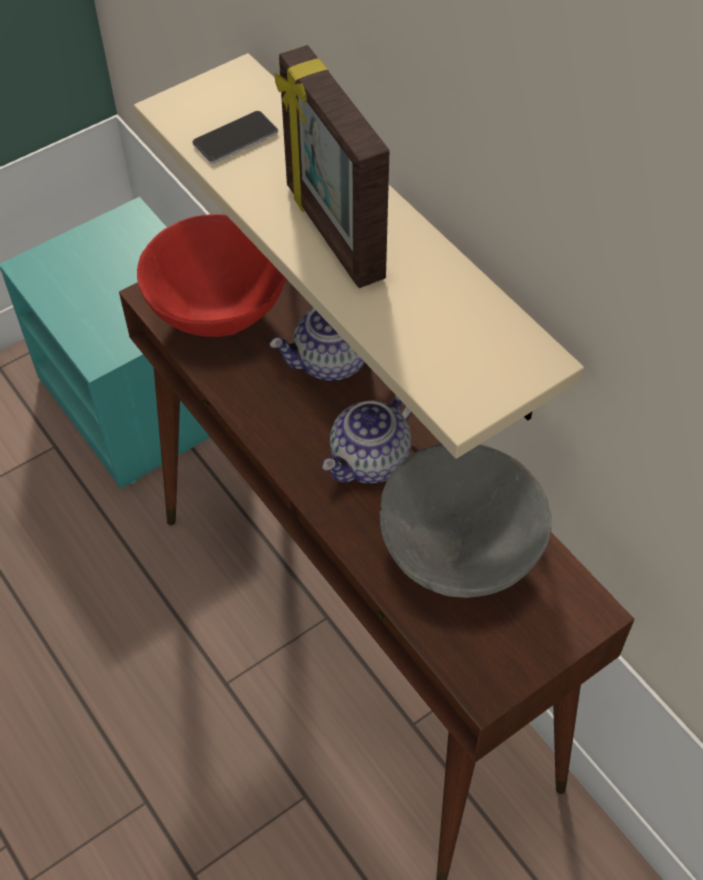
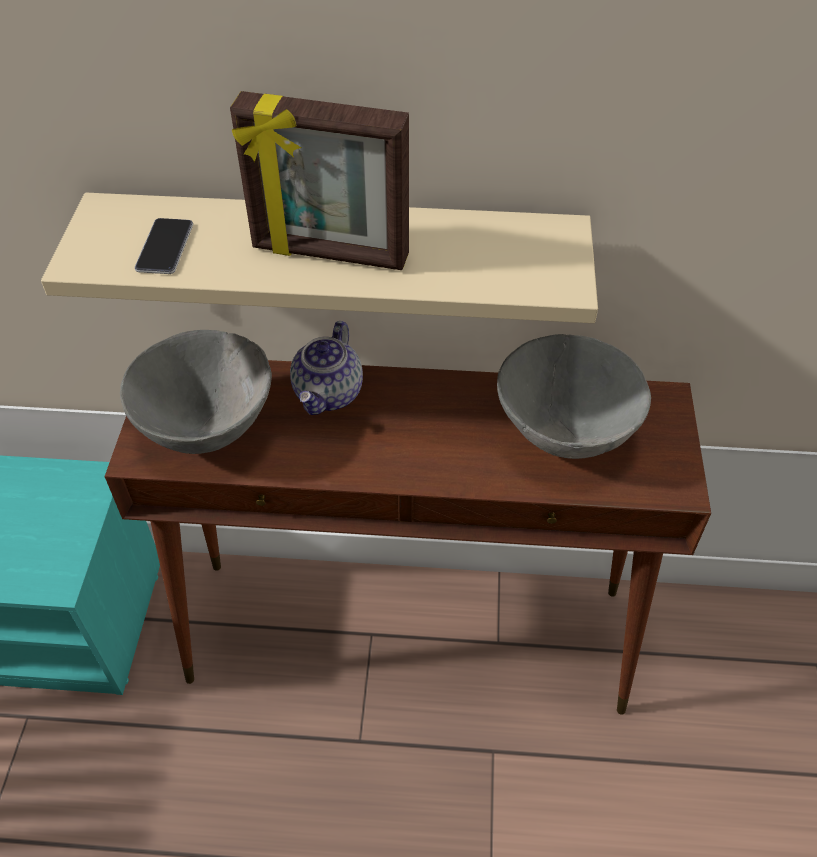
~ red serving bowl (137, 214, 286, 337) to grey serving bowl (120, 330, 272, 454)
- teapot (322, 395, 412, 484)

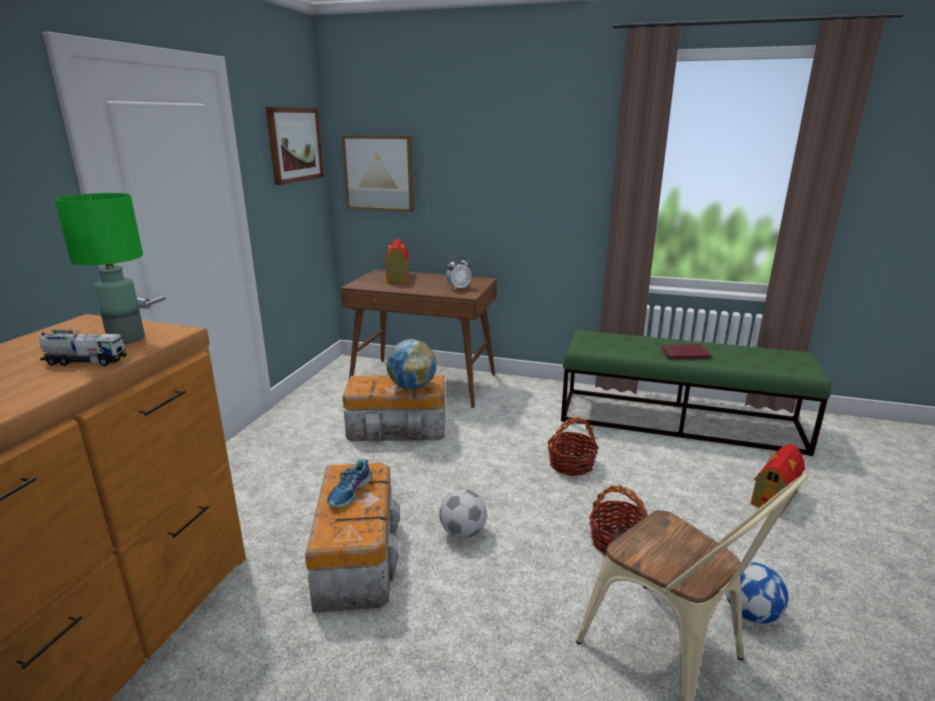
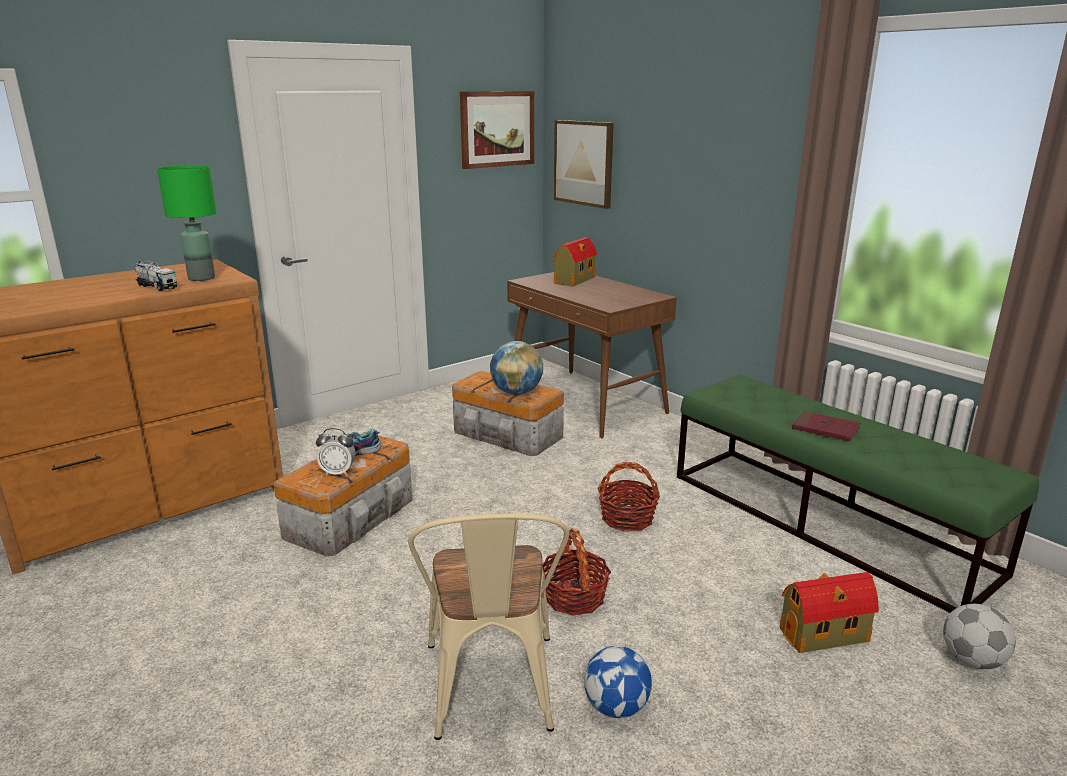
~ table clock (446, 256, 471, 290) to (316, 428, 356, 476)
~ football ball (439, 489, 487, 539) to (943, 604, 1016, 669)

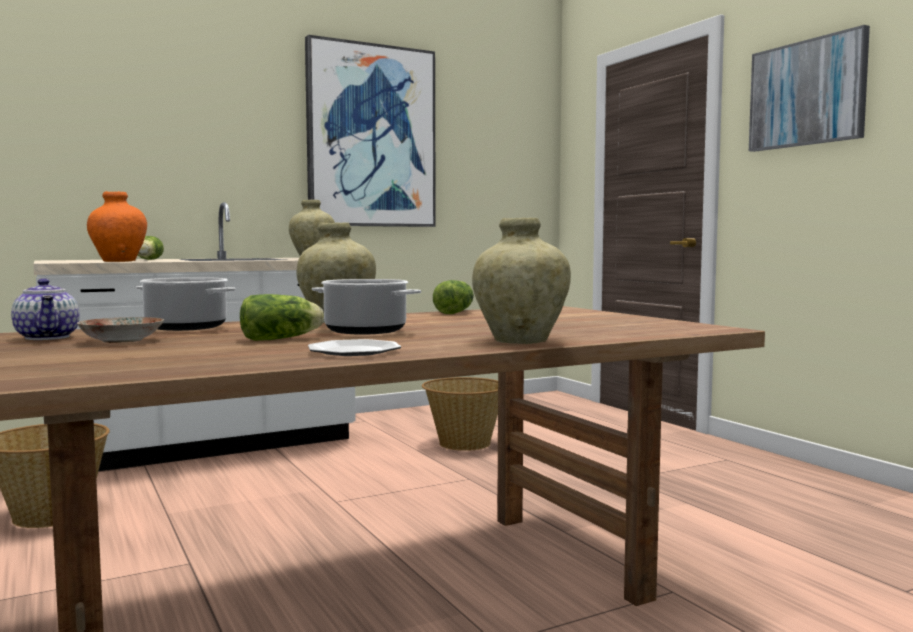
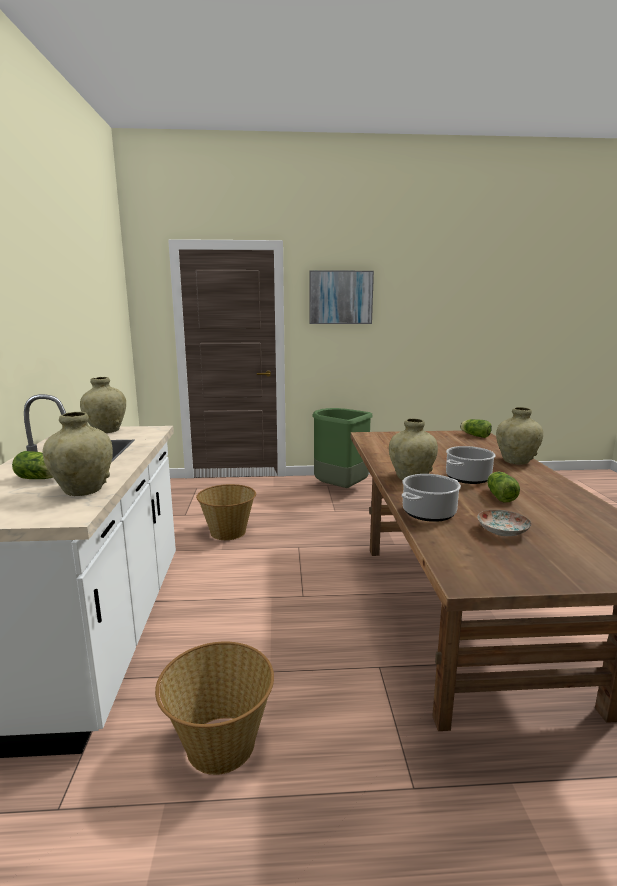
- wall picture (305, 35, 436, 227)
~ orangey vase (87, 191, 147, 262) to beige-coloured vase (43, 412, 113, 496)
- teapot (11, 279, 79, 340)
~ lettuce head (433, 280, 474, 314) to (460, 419, 492, 438)
- dinner plate (308, 339, 401, 356)
+ green-coloured rubbish bin (312, 408, 373, 488)

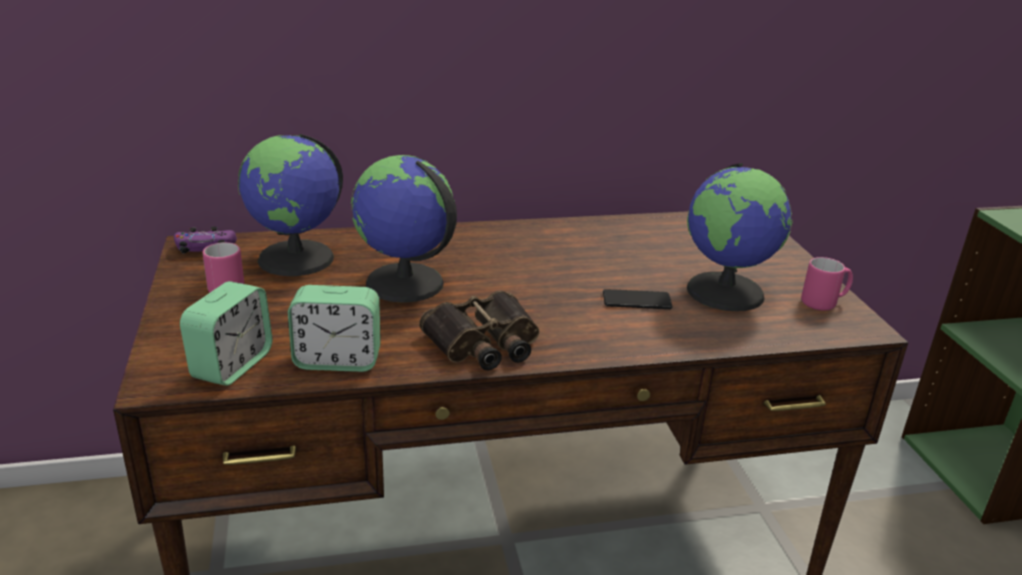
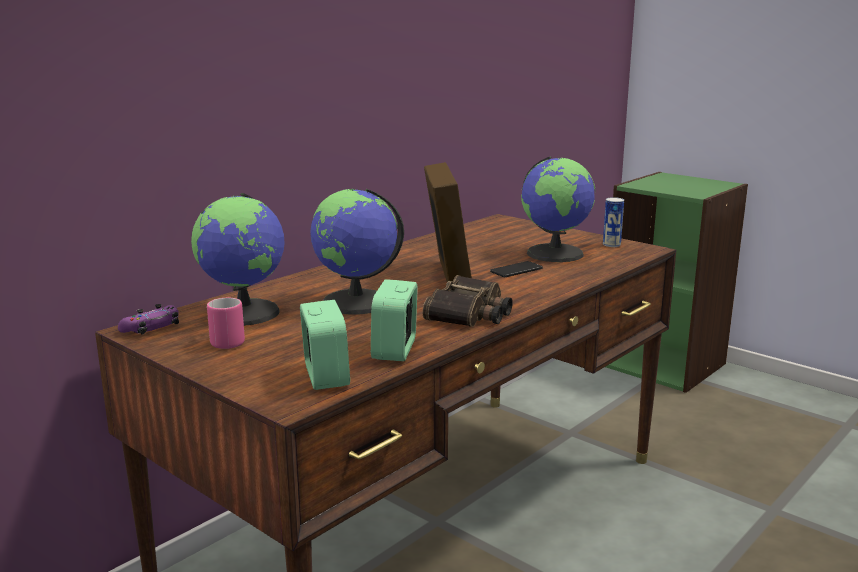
~ pink-coloured tea mug (801, 257, 853, 311) to can (603, 197, 624, 247)
~ table clock (288, 285, 381, 372) = (371, 279, 418, 361) 135 degrees clockwise
+ picture frame (424, 162, 472, 282)

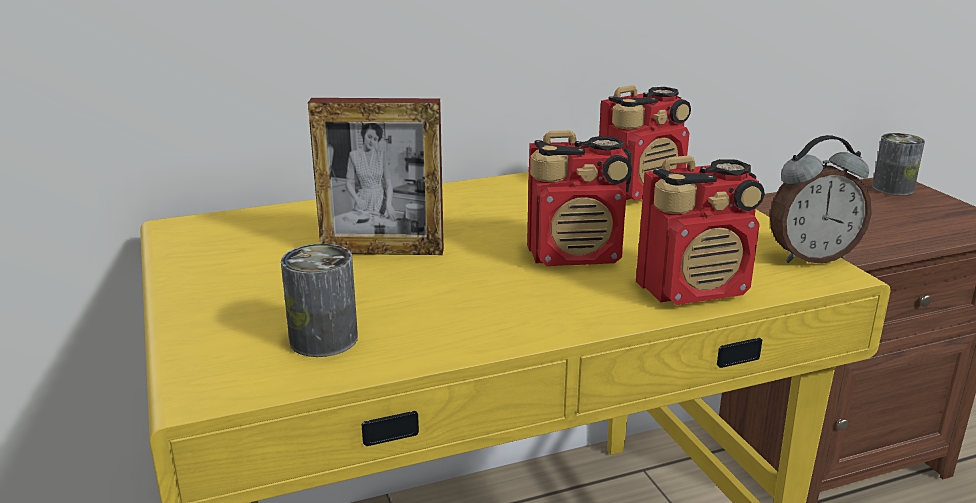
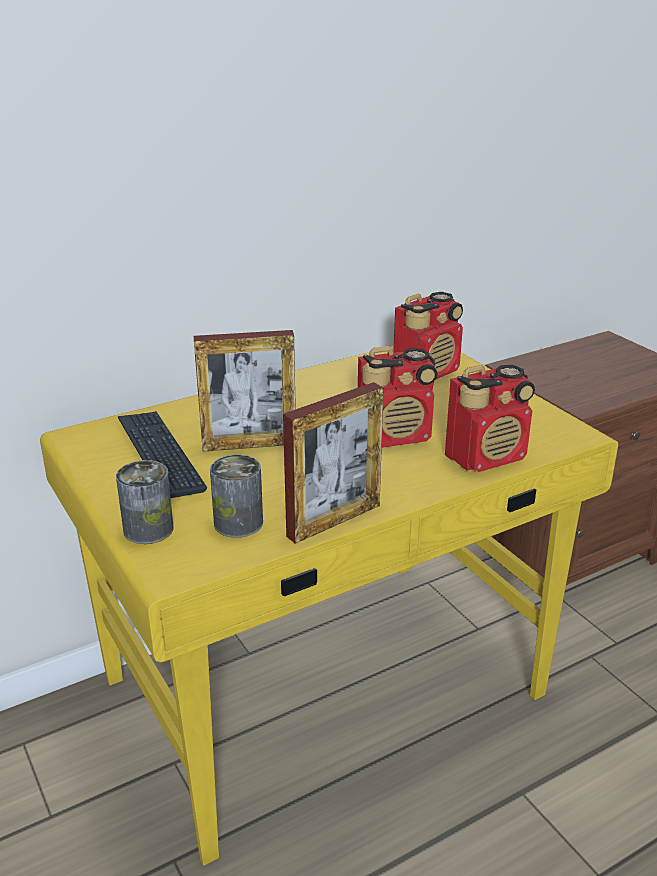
~ can (872, 133, 925, 196) to (116, 460, 174, 544)
- table clock (770, 135, 872, 264)
+ picture frame (283, 382, 384, 544)
+ PC keyboard (118, 411, 207, 498)

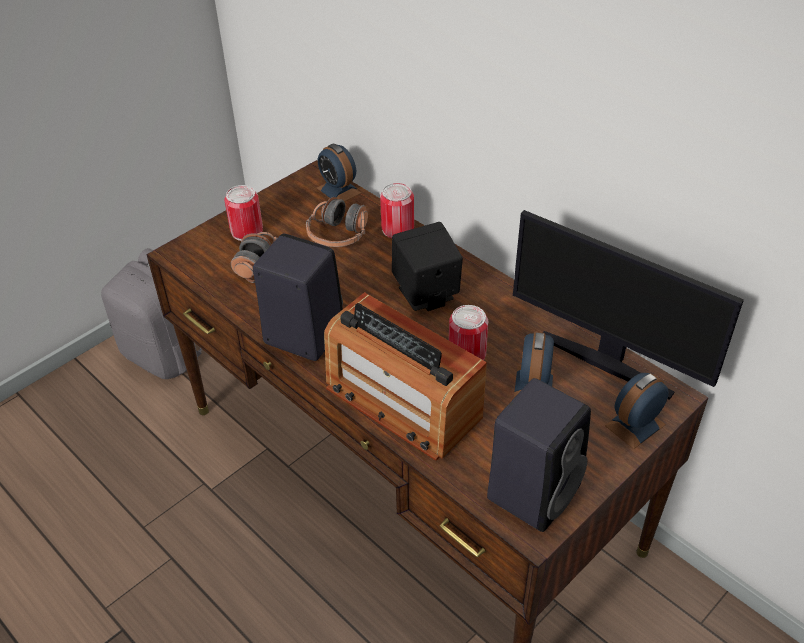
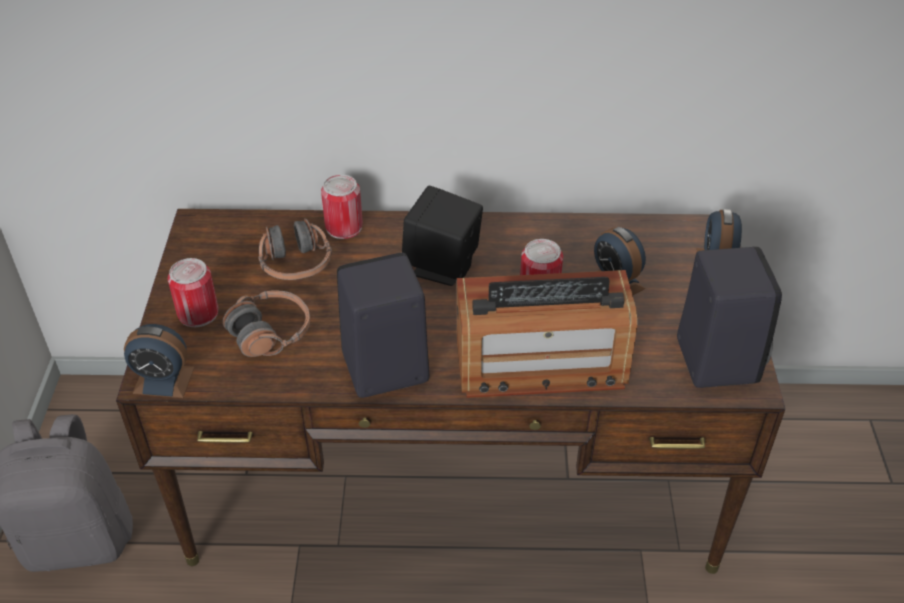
~ table clock (317, 144, 361, 202) to (124, 324, 195, 398)
- computer display (513, 210, 744, 400)

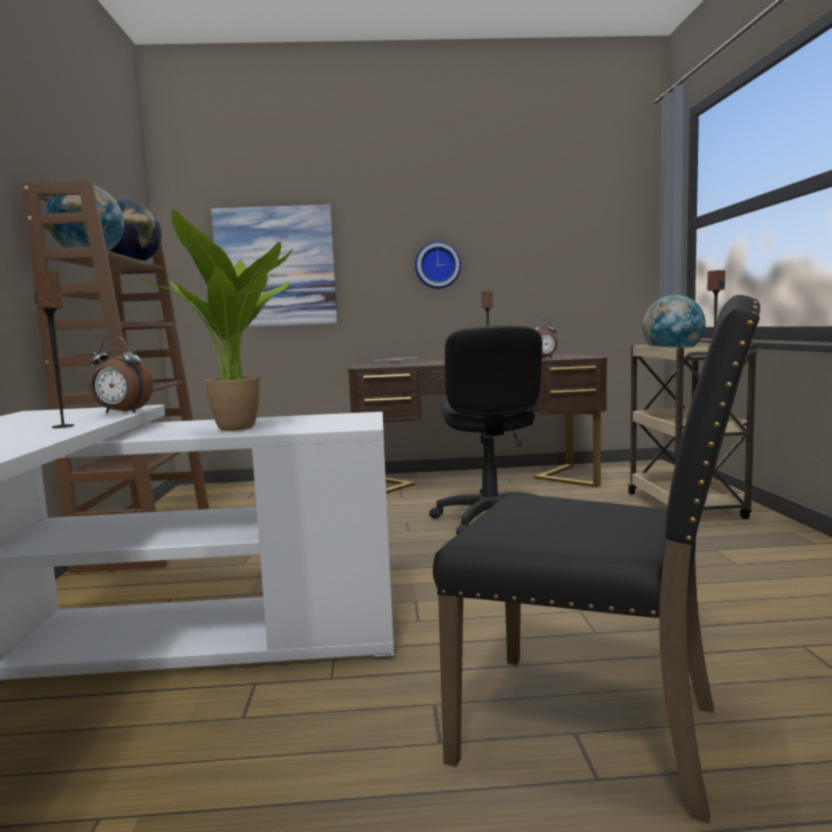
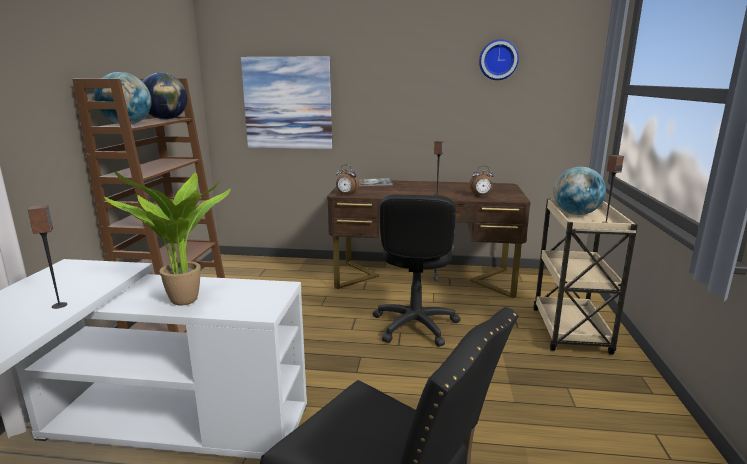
~ wall clock (415, 241, 461, 289) to (479, 39, 519, 80)
~ table clock (89, 336, 153, 413) to (336, 165, 359, 195)

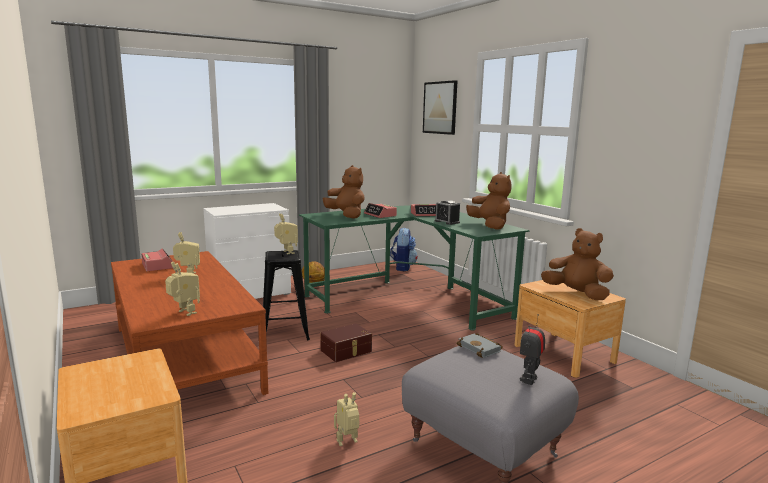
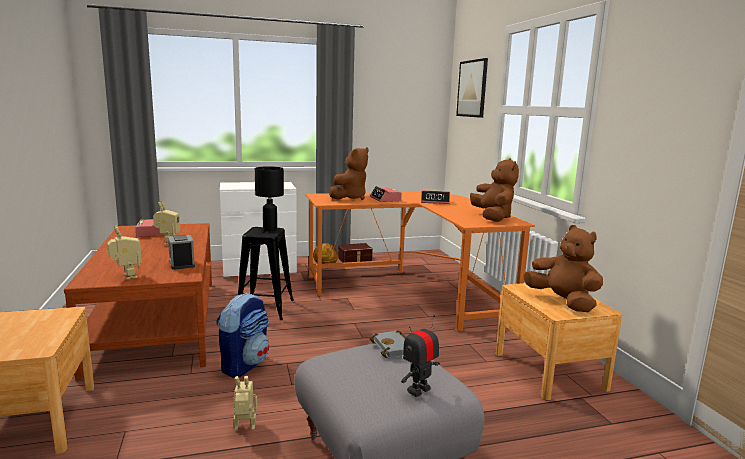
~ brownish plush toy (323, 165, 365, 219) = (329, 147, 369, 200) 60 degrees clockwise
~ table clock (435, 200, 460, 225) to (168, 235, 195, 270)
~ green-coloured desk table (299, 205, 529, 331) to orangey desk table (306, 192, 535, 332)
~ robot figure (274, 214, 298, 254) to black table lamp (255, 166, 284, 231)
~ knapsack (390, 228, 418, 271) to (216, 293, 269, 378)
~ brownish storage container (321, 324, 372, 362) to (338, 243, 373, 263)

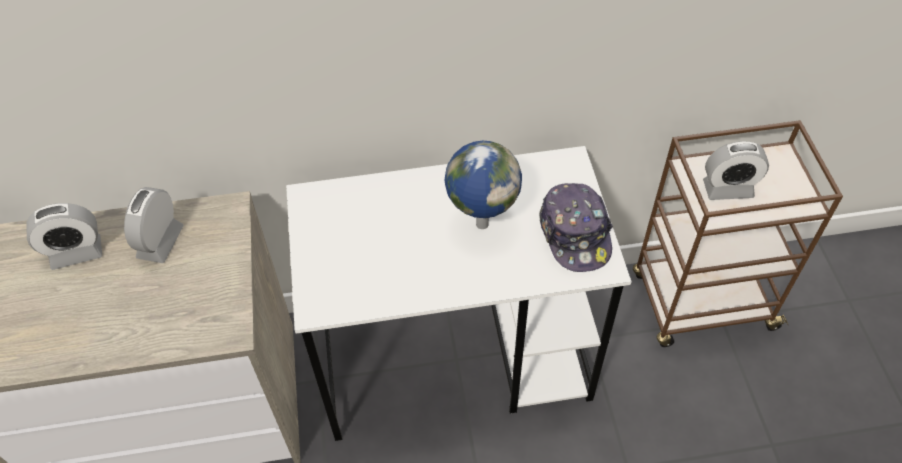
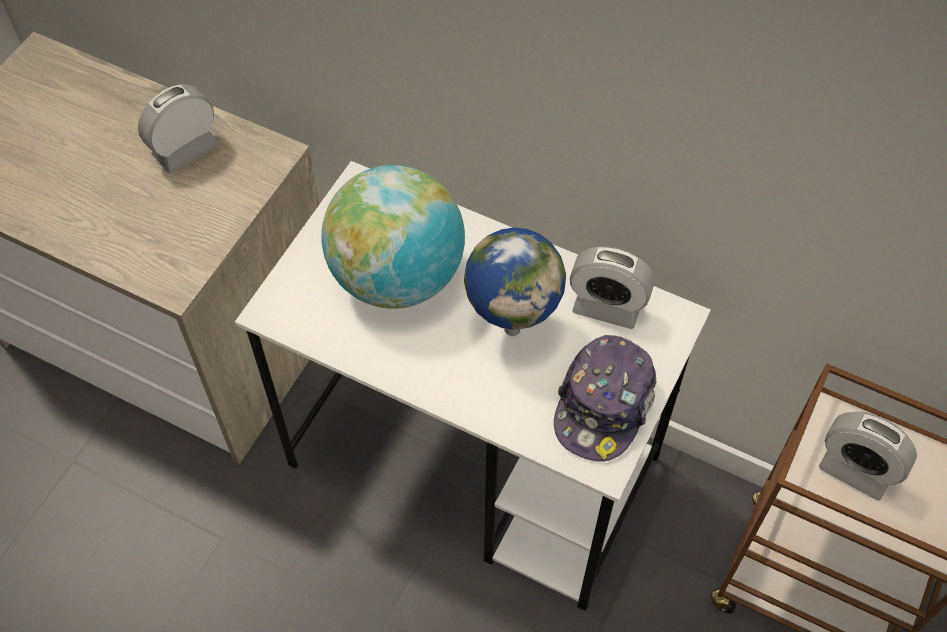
~ table clock (26, 203, 102, 270) to (570, 246, 654, 329)
+ desk globe (321, 165, 465, 309)

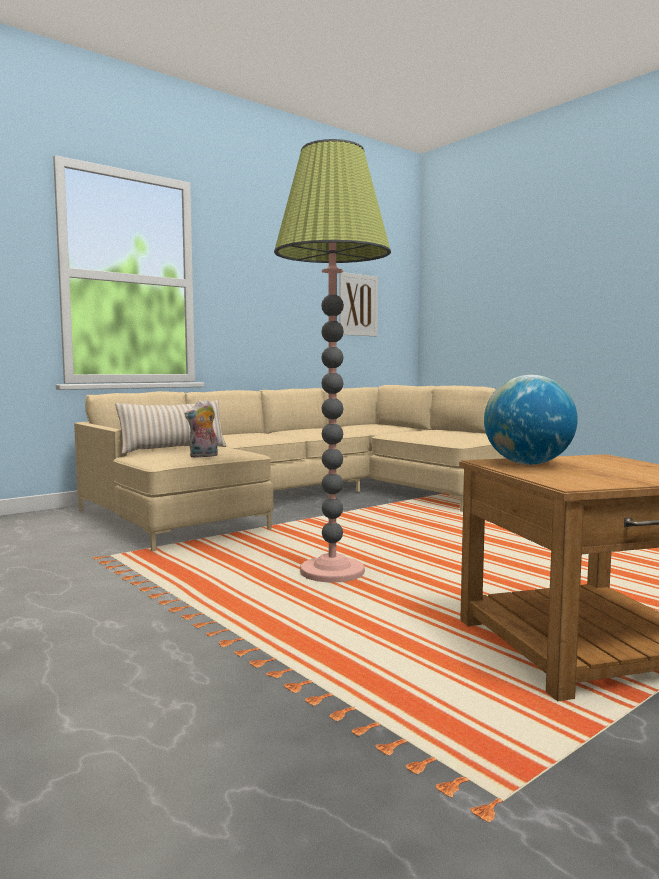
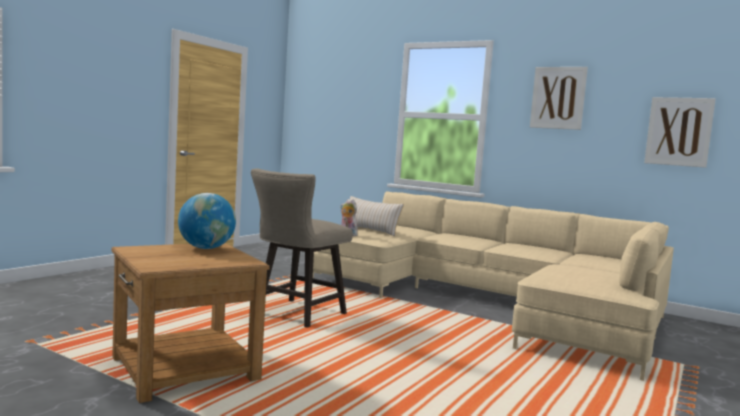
~ standing lamp (274, 139, 391, 583) to beige-coloured sitting stool (251, 169, 353, 328)
+ wall picture (530, 67, 588, 130)

